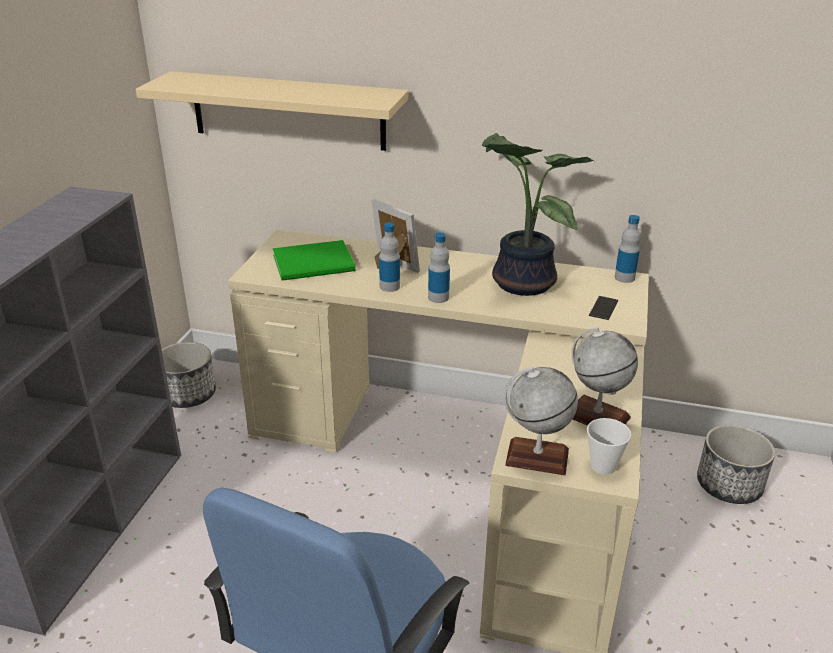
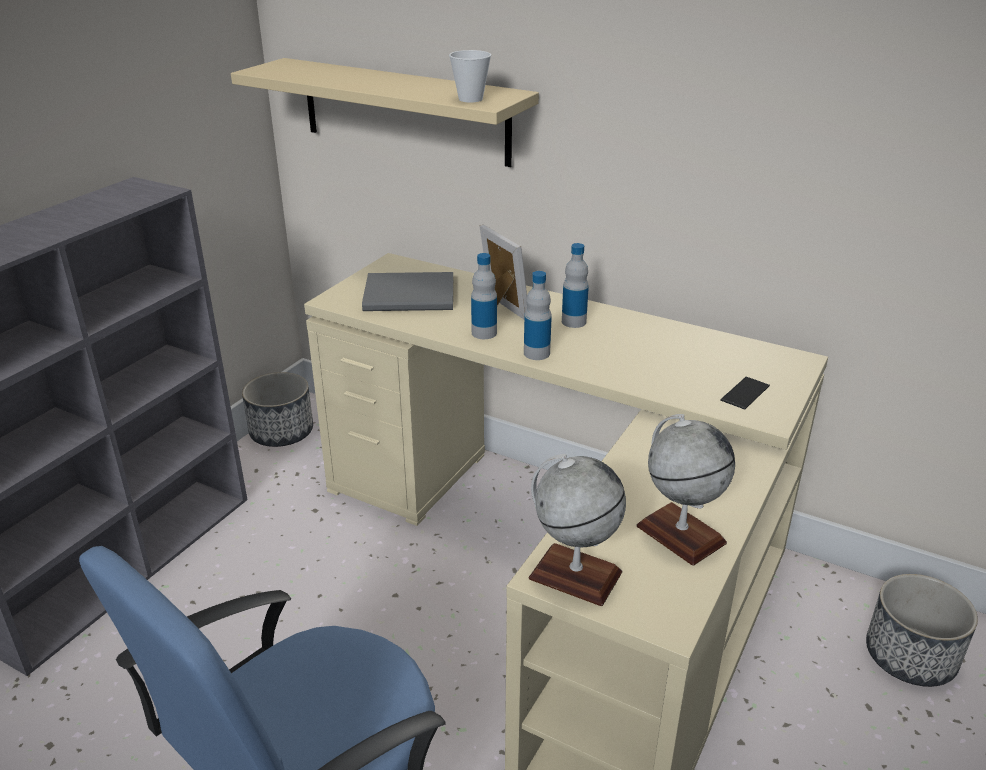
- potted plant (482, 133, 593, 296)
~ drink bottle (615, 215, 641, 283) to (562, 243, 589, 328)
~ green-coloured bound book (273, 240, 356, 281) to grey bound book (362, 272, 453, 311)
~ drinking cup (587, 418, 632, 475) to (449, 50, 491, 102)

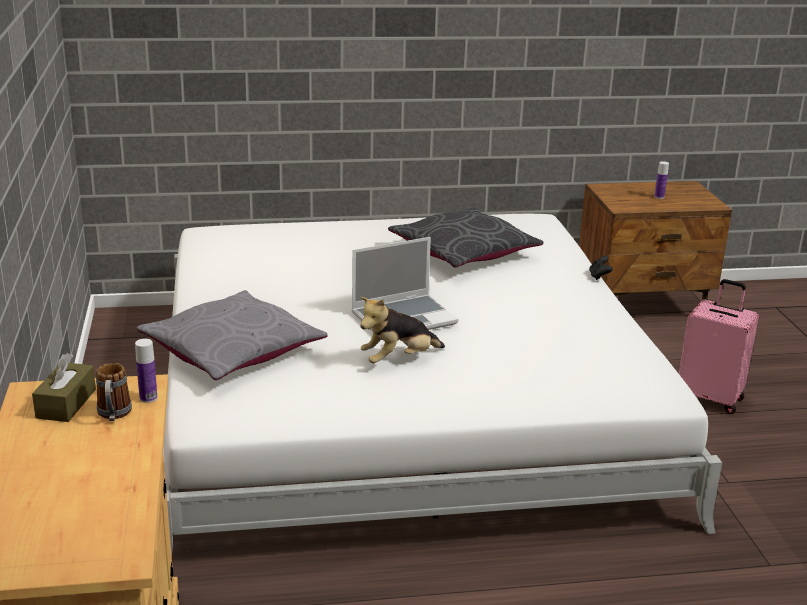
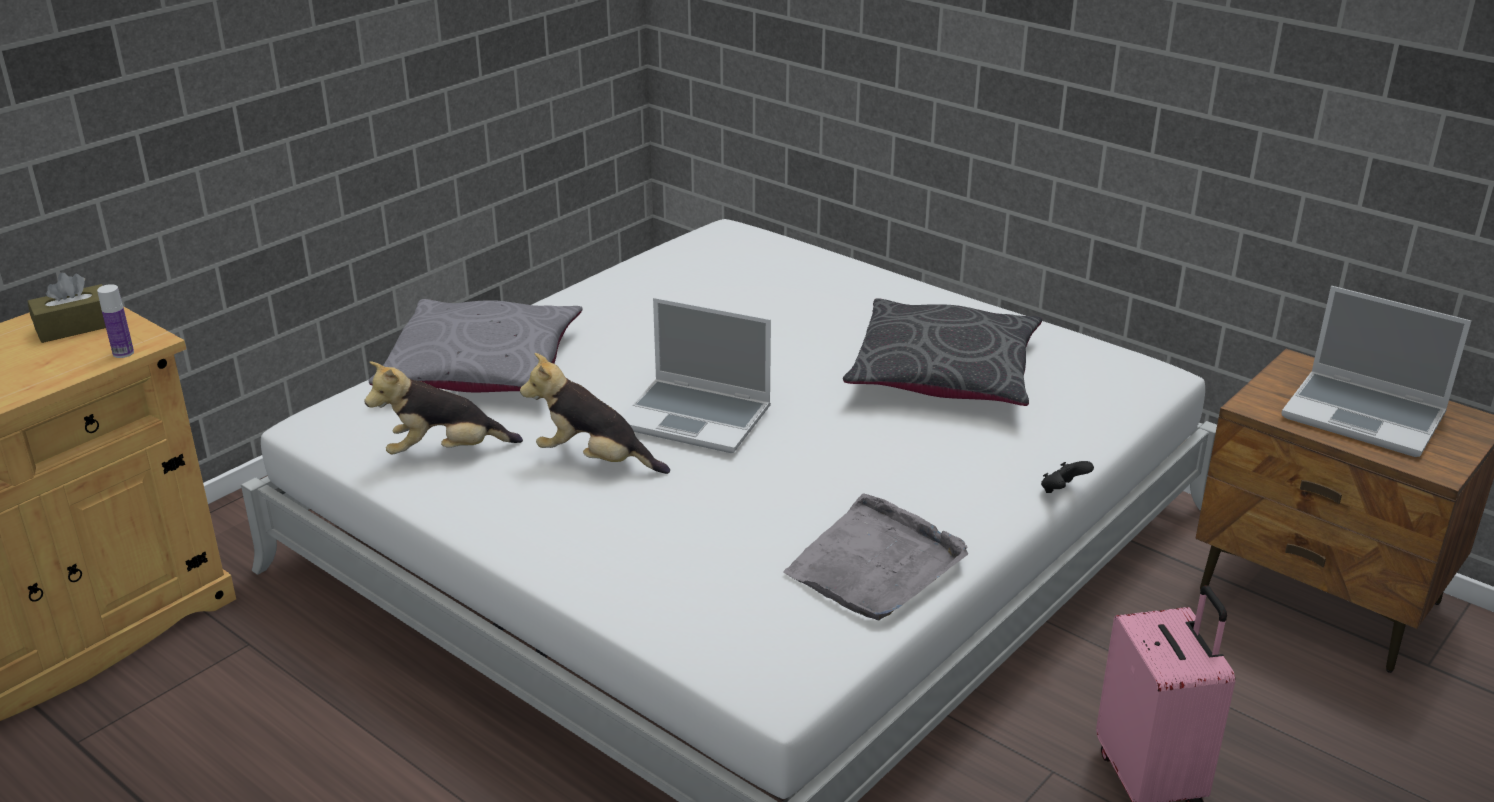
~ drink bottle (654, 161, 669, 199) to portable computer (1281, 286, 1471, 457)
- tea mug (96, 363, 132, 421)
+ plush toy (364, 361, 523, 455)
+ grey serving tray (783, 494, 968, 621)

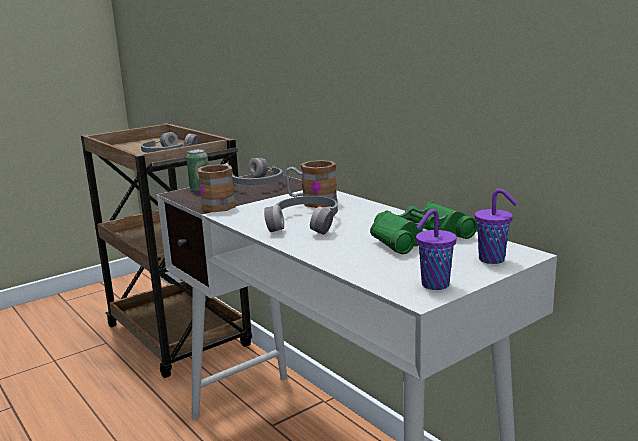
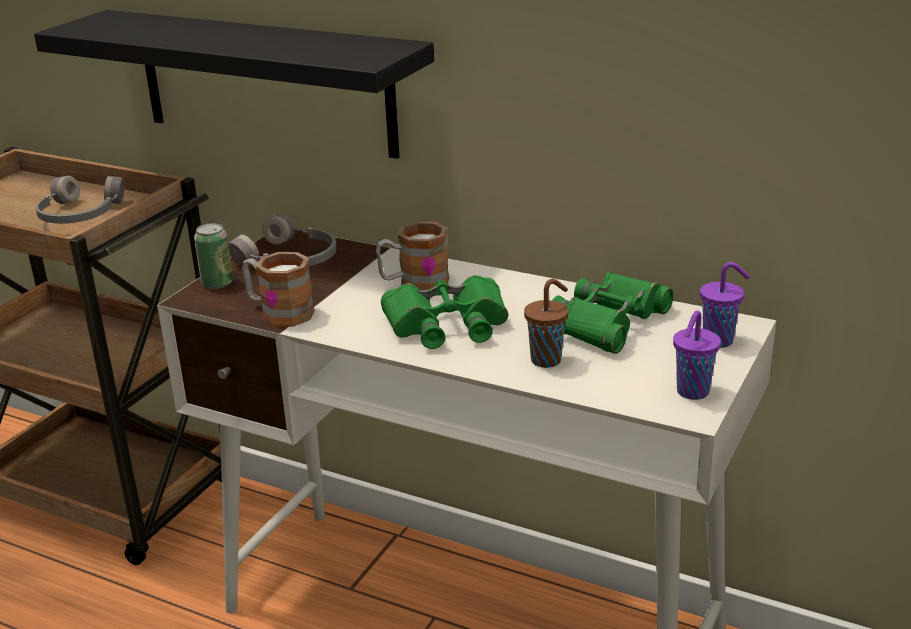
~ grey headphones (264, 196, 338, 235) to green-coloured pair of binoculars (381, 275, 508, 349)
+ black bracket shelf (34, 10, 434, 159)
+ brownish drinking cup (524, 279, 568, 368)

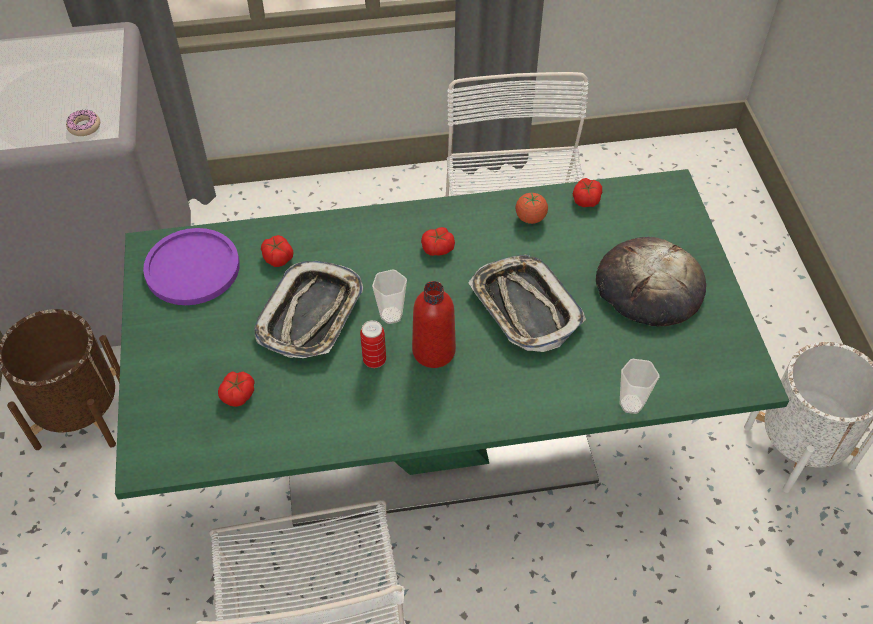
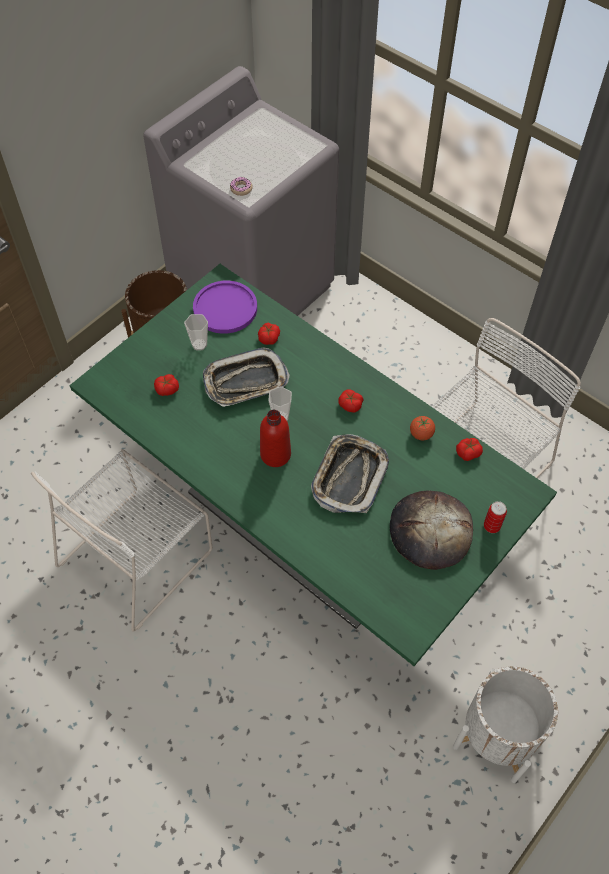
~ can (360, 320, 386, 368) to (484, 501, 507, 533)
~ drinking cup (619, 359, 659, 414) to (184, 314, 208, 350)

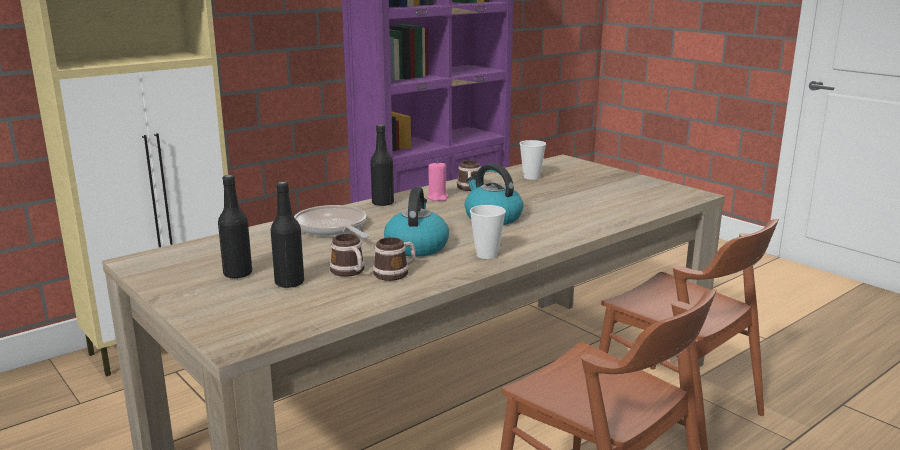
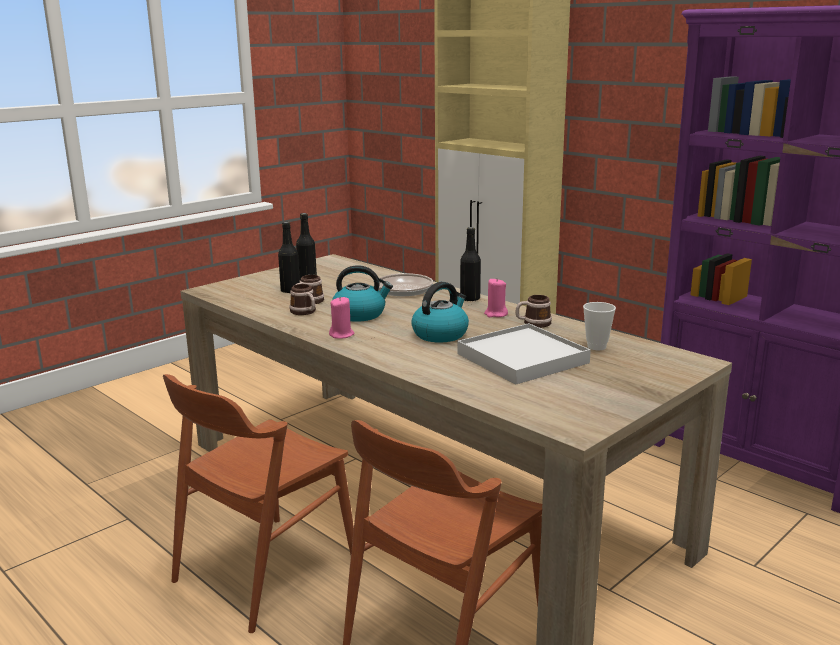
~ drinking cup (470, 205, 506, 259) to pink-coloured candle (329, 296, 354, 339)
+ whitish serving tray (458, 323, 591, 385)

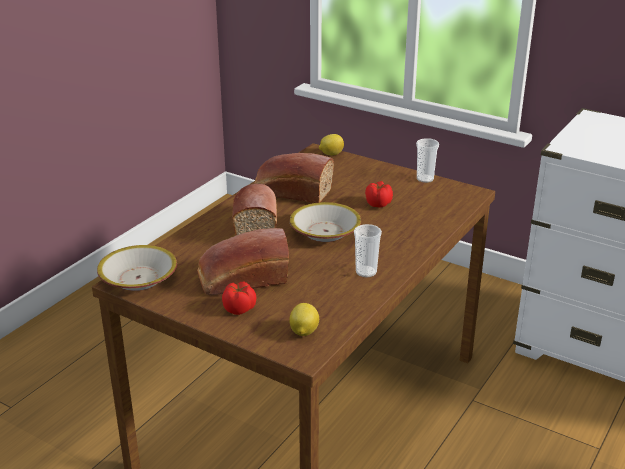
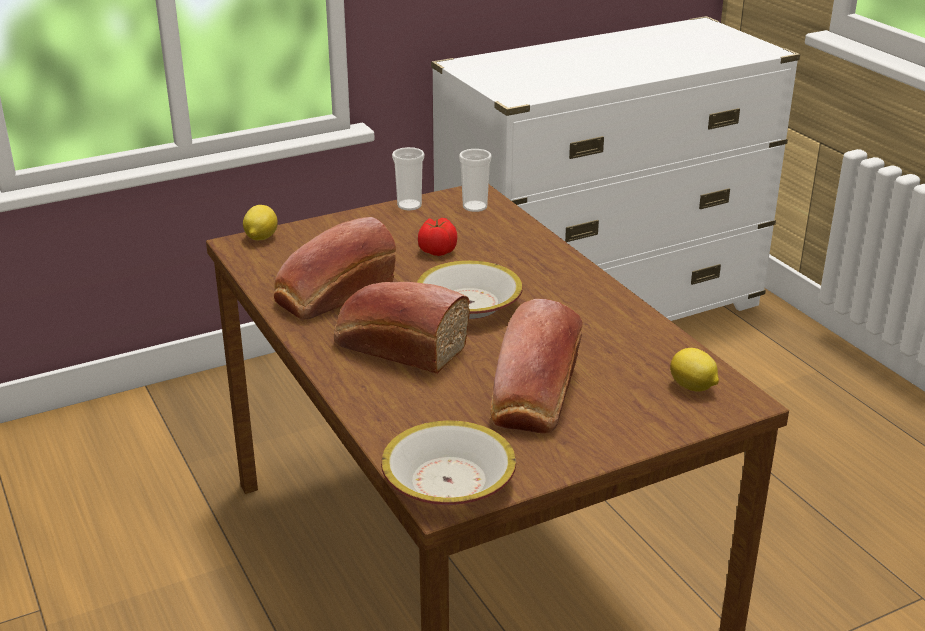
~ drinking cup (354, 224, 382, 277) to (459, 149, 492, 212)
- fresh tomato (222, 282, 257, 315)

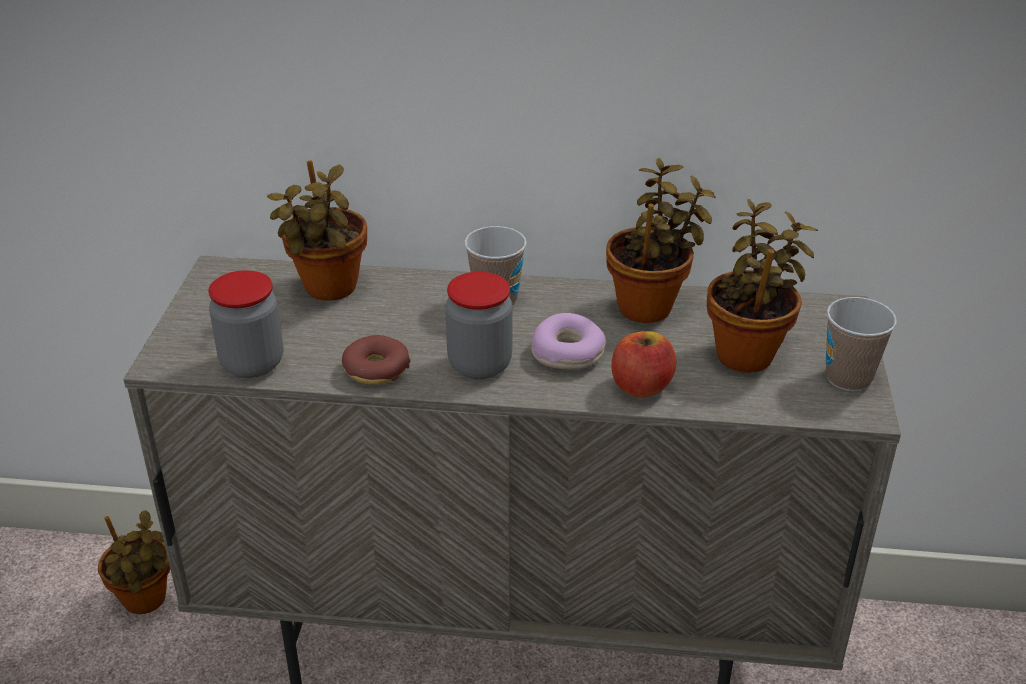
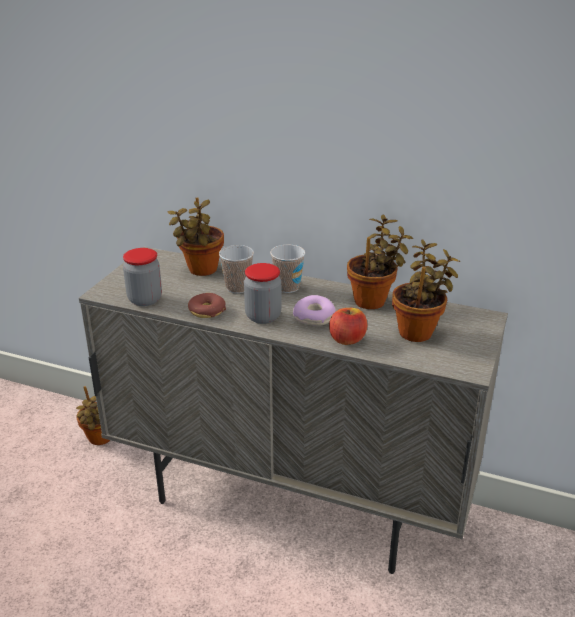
~ drinking cup (826, 297, 897, 391) to (219, 245, 254, 294)

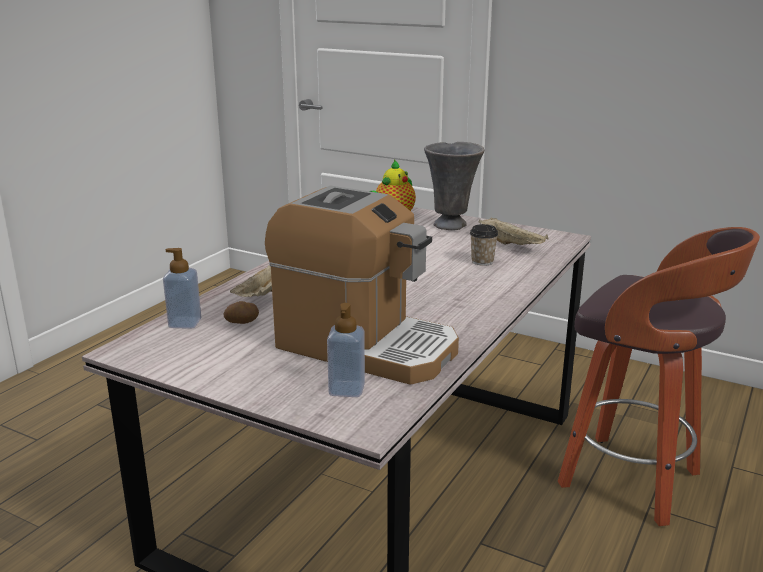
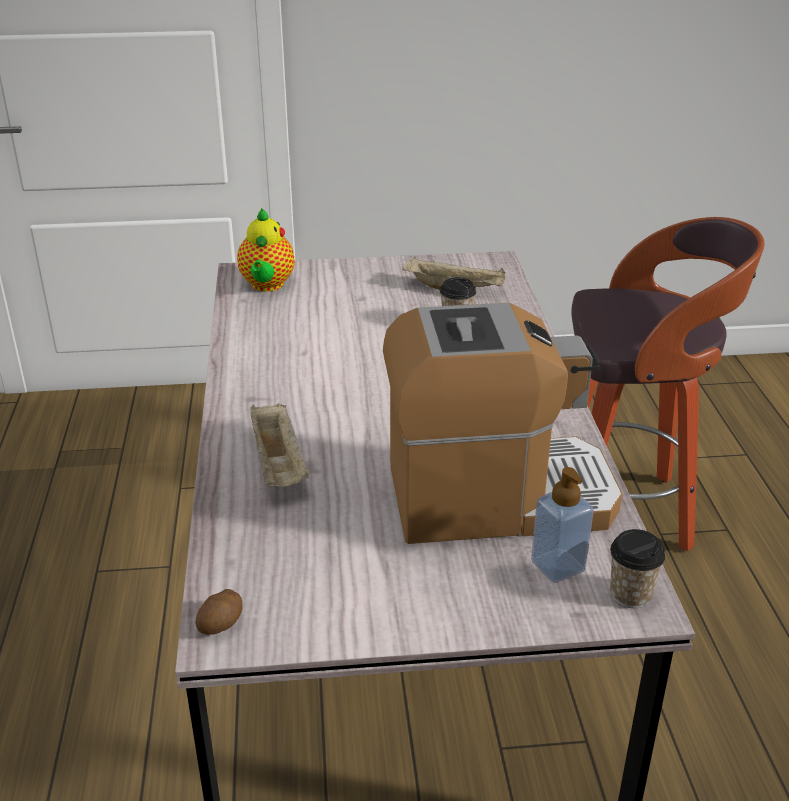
- grey vase (424, 142, 484, 230)
- liquid soap bottle (163, 248, 201, 329)
~ spud (223, 301, 259, 324) to (195, 589, 243, 635)
+ drinking cup (610, 529, 665, 608)

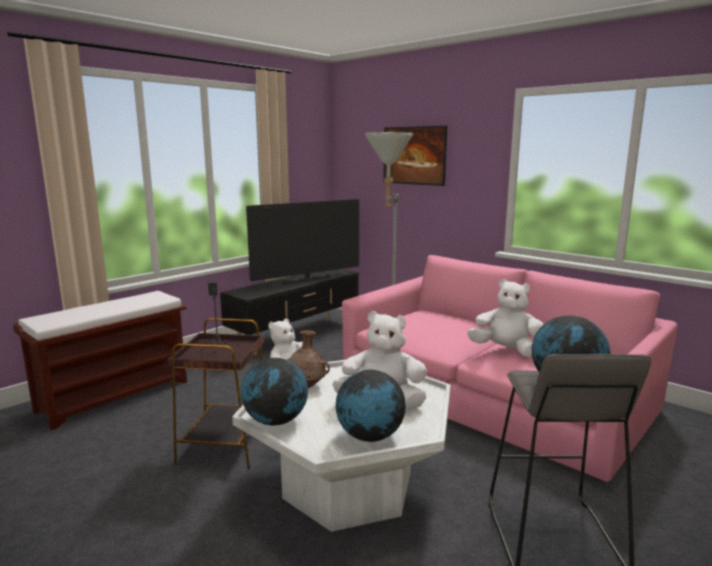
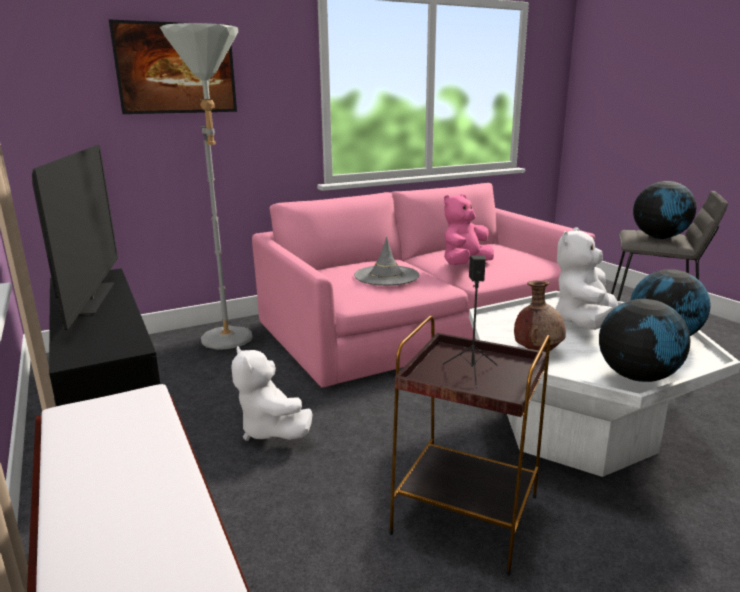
~ whitish plush toy (467, 279, 544, 357) to pink-coloured plush toy (444, 194, 494, 265)
+ grey hat (354, 237, 419, 286)

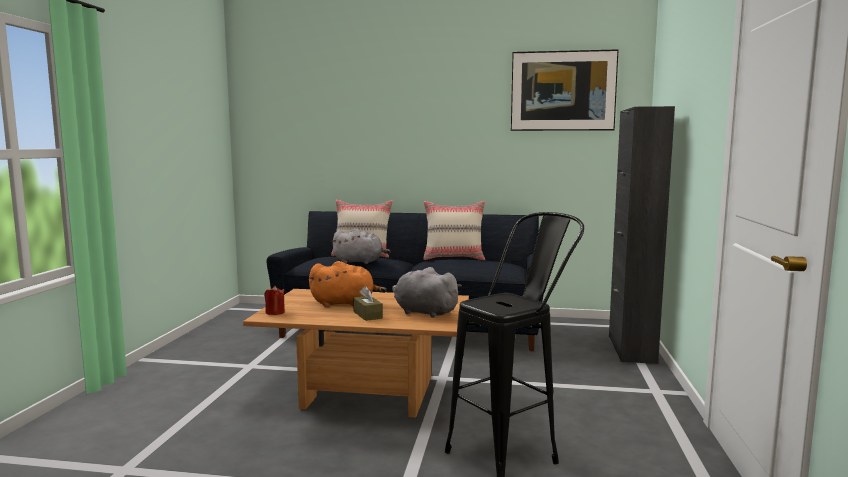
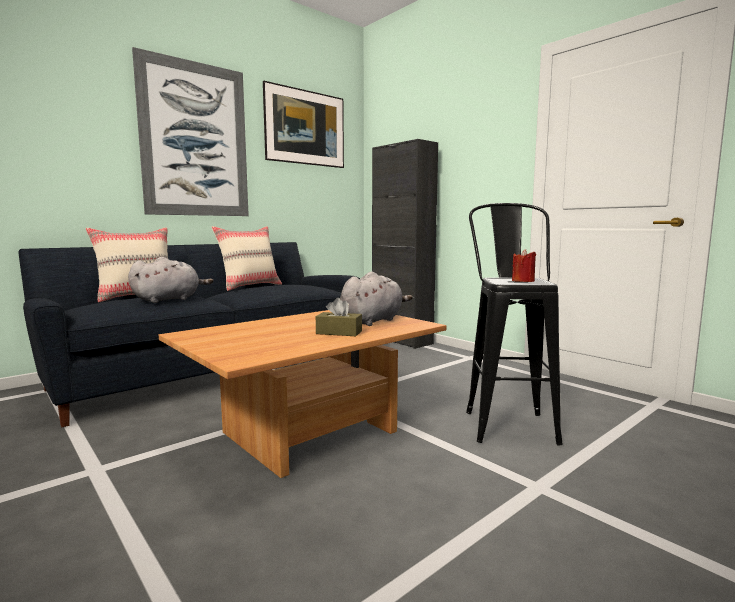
- orangey plush toy (308, 261, 386, 307)
~ grey plush toy (392, 267, 462, 318) = (340, 272, 413, 326) 150 degrees clockwise
~ red candle (264, 286, 285, 315) to (512, 249, 536, 282)
+ wall picture (132, 47, 249, 216)

